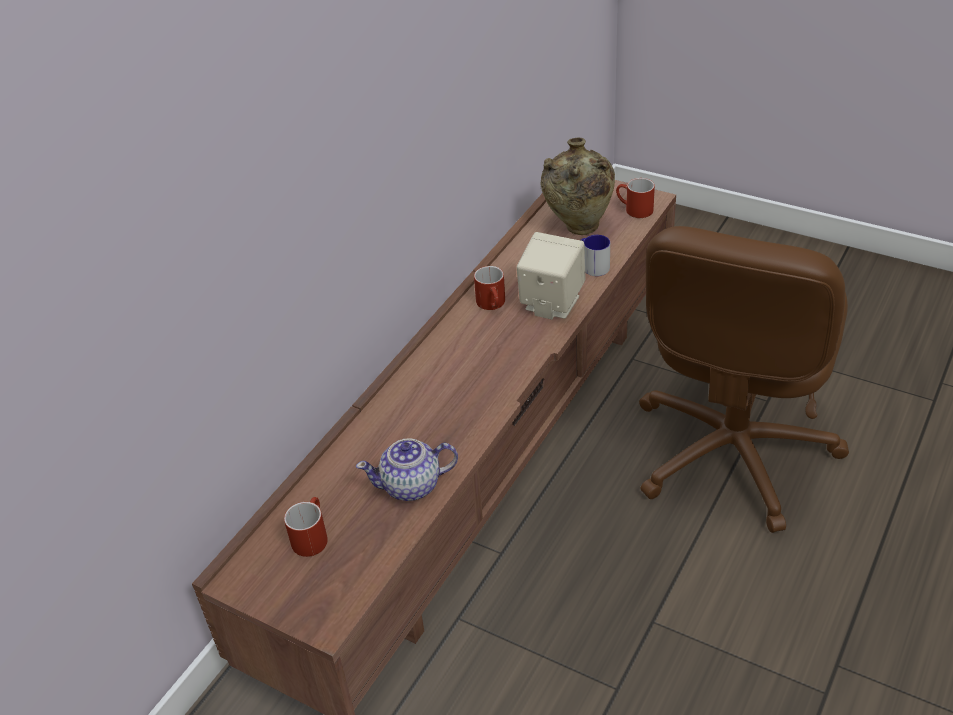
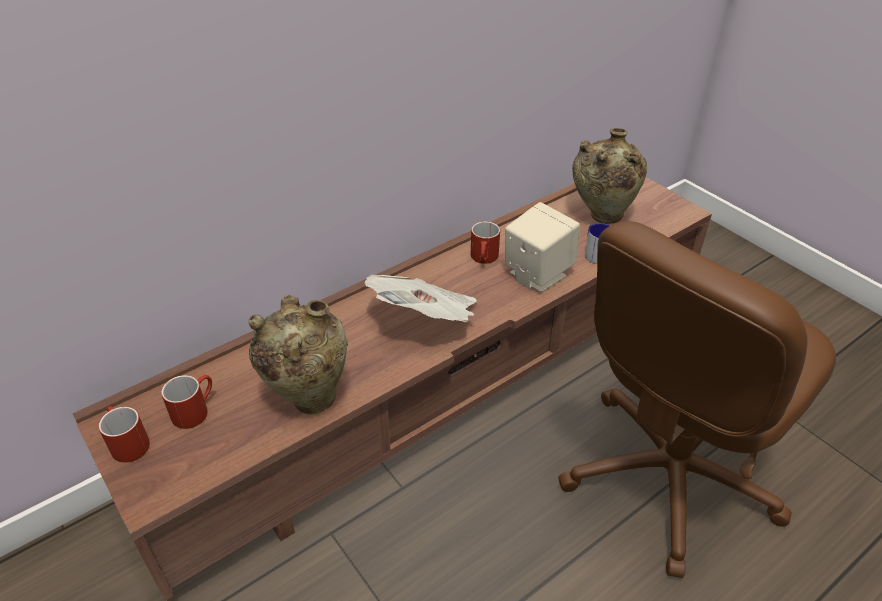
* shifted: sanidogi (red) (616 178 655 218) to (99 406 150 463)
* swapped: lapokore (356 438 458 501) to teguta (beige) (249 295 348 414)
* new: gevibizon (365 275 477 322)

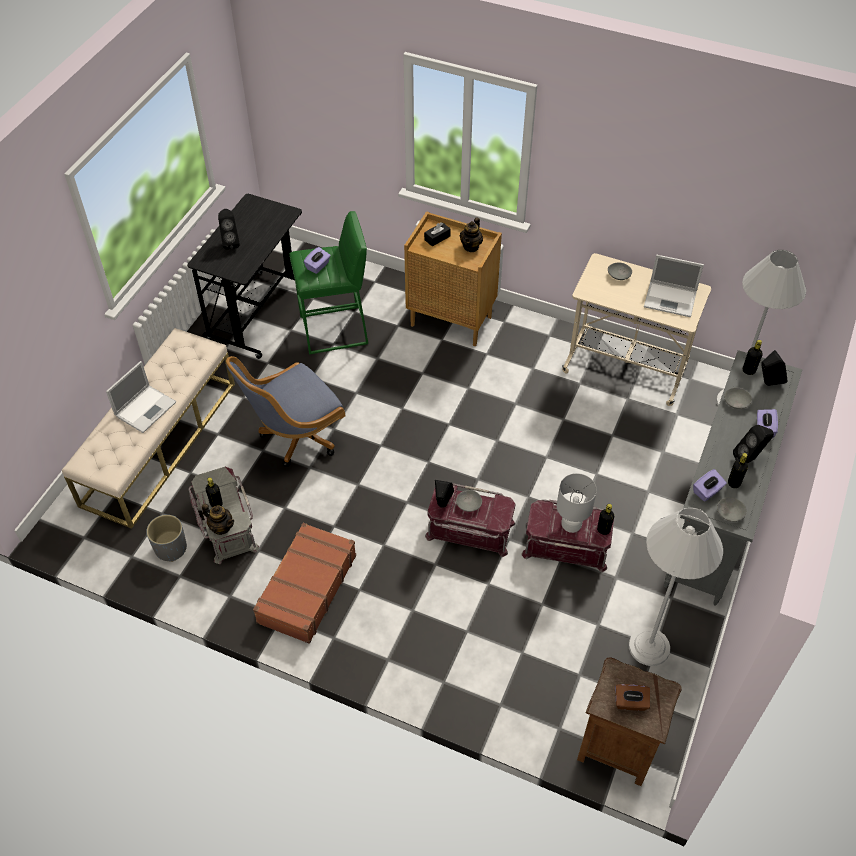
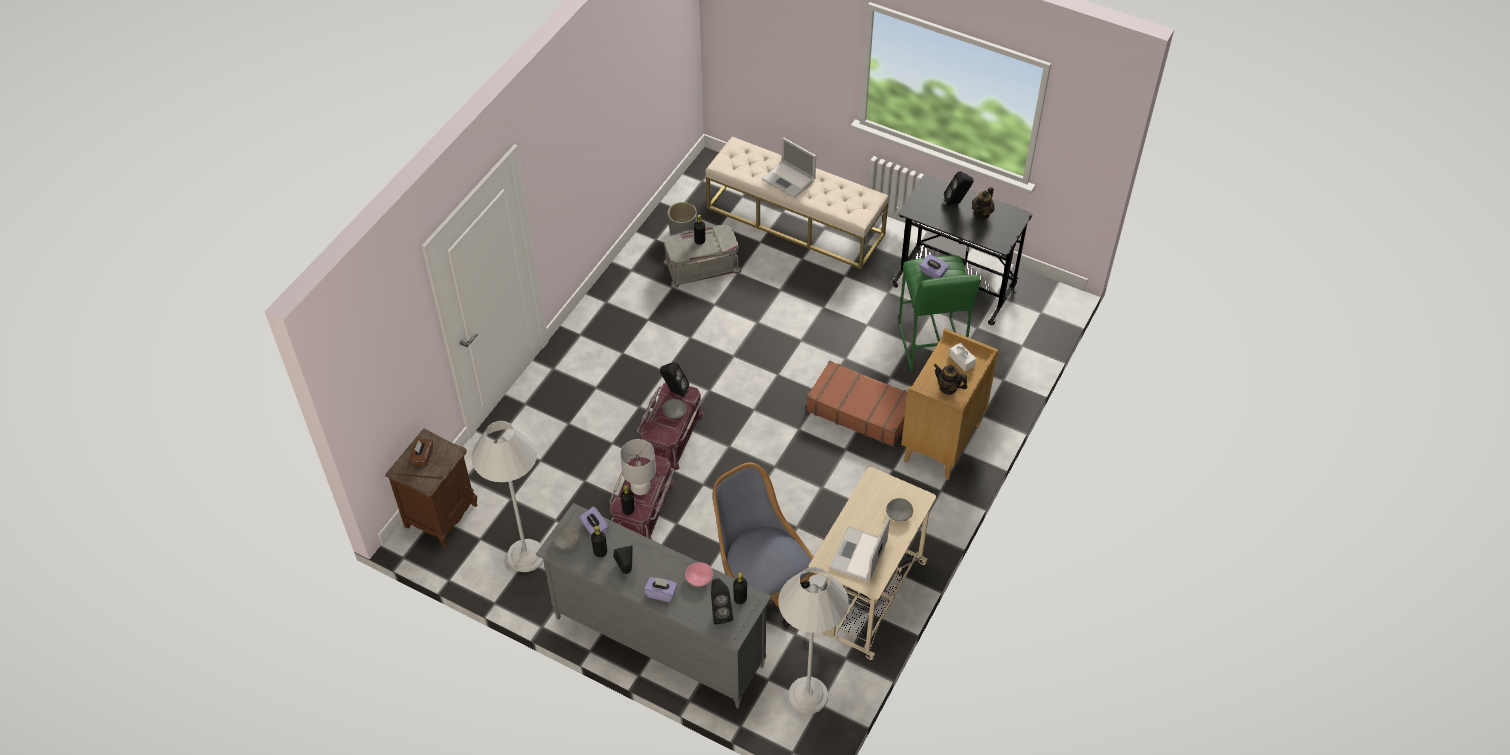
* repainted: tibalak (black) (424 222 451 247) to tibalak (white) (949 343 976 371)
* shifted: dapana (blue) (226 356 345 467) to (713 462 818 627)
* repainted: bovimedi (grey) (724 388 752 409) to bovimedi (pink) (685 562 713 586)
* shifted: lapokore (202 504 234 535) to (972 187 994 220)
* shifted: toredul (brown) (253 523 356 644) to (806 361 908 447)

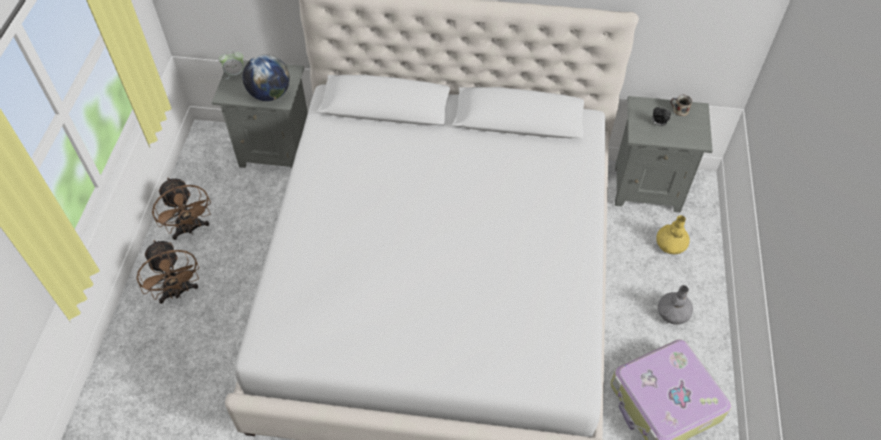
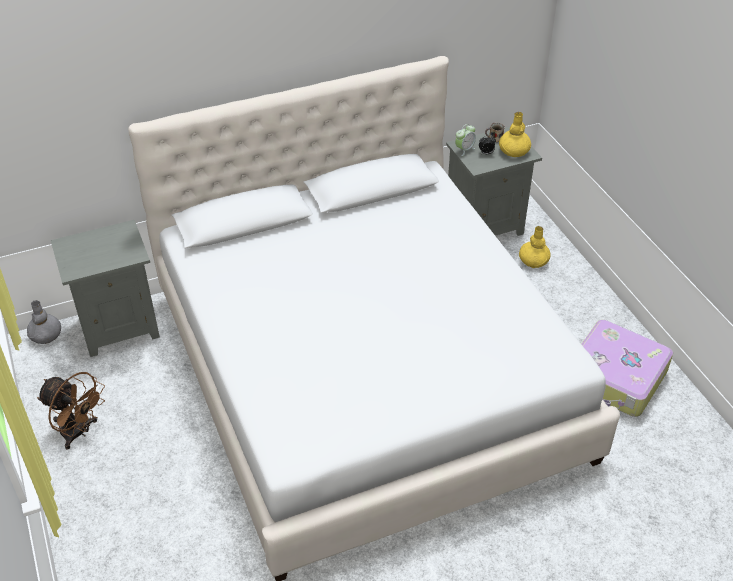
* shifted: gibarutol (219 50 244 80) to (455 124 476 156)
* gone: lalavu (243 54 290 101)
* gone: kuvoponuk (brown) (137 240 199 304)
* shifted: teguta (grey) (657 285 693 325) to (27 300 61 344)
* new: teguta (yellow) (499 112 531 158)

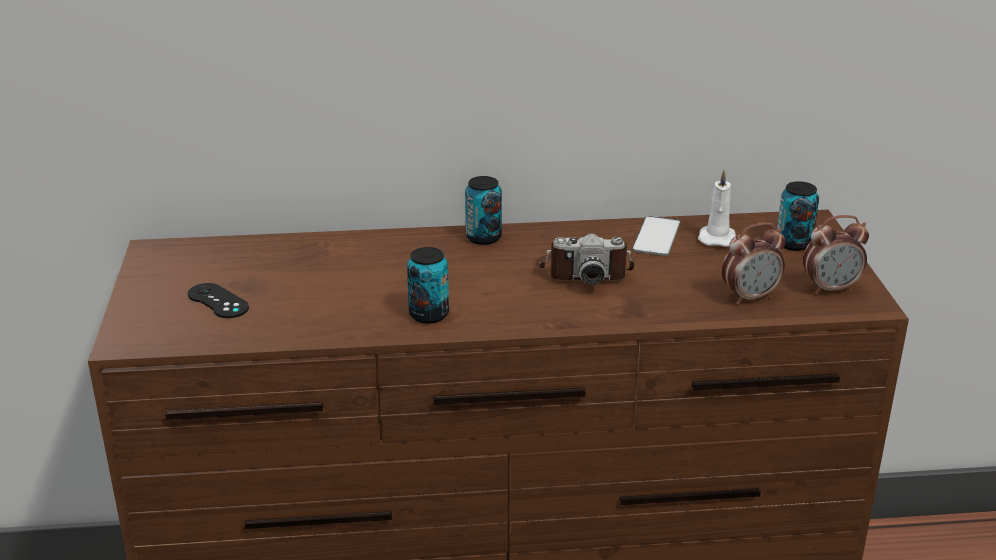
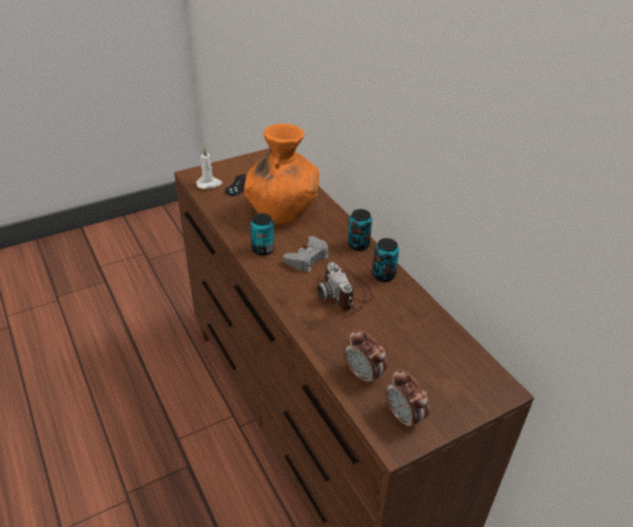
* shifted: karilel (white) (698 169 736 247) to (196 147 222 189)
* shifted: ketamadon (777 181 819 251) to (372 238 399 282)
* gone: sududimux (633 216 680 256)
* new: teguta (orange) (244 124 319 225)
* new: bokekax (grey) (284 236 329 272)

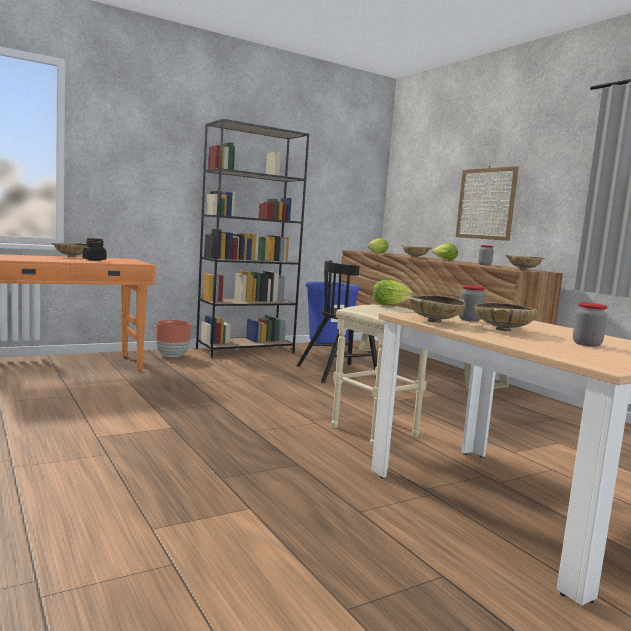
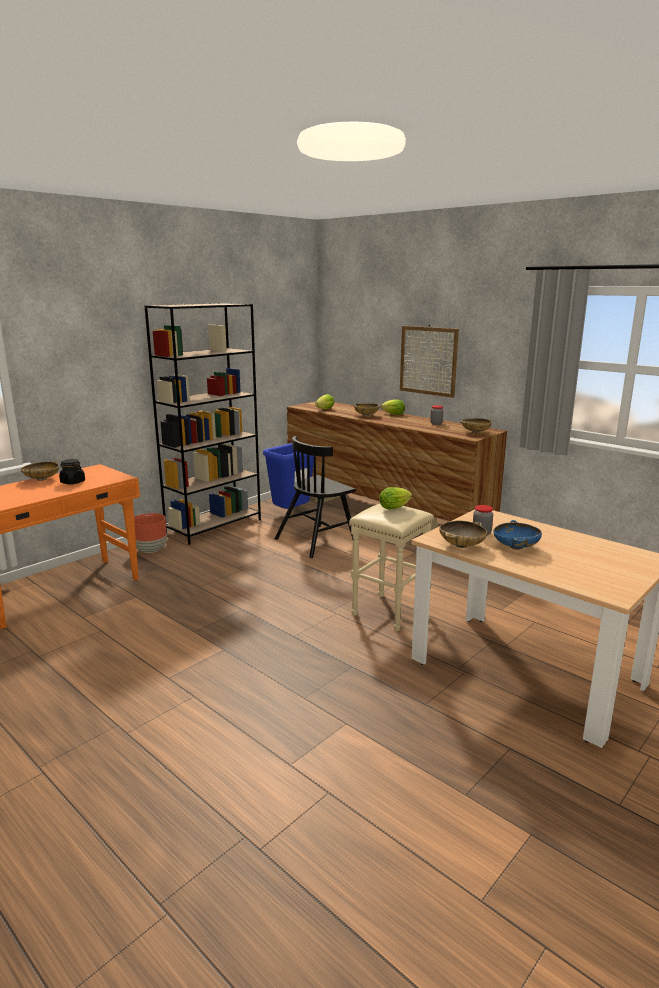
* repainted: bovimedi (beige) (475 303 538 331) to bovimedi (blue) (493 520 542 550)
* gone: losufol (573 303 607 347)

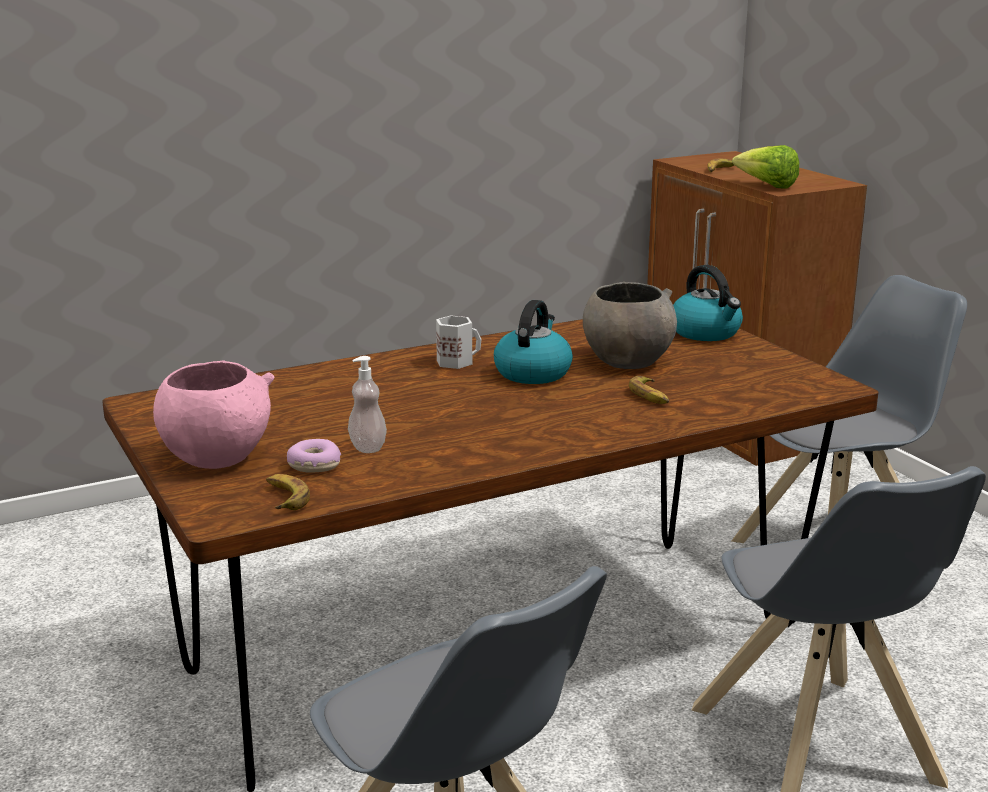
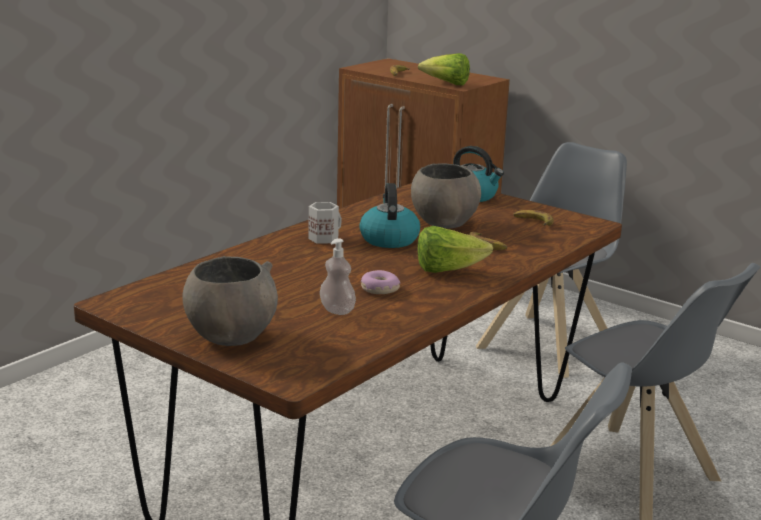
* repainted: bovimedi (pink) (153 360 275 469) to bovimedi (grey) (183 256 278 346)
* shifted: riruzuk (287 439 341 473) to (361 270 400 294)
* shifted: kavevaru (266 474 310 510) to (513 210 554 226)
* new: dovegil (417 226 493 273)

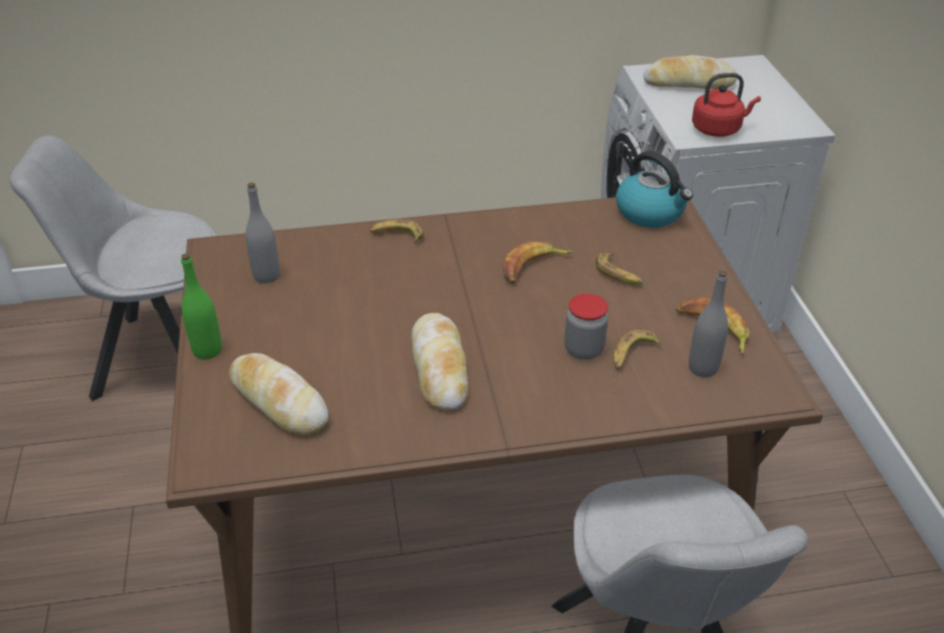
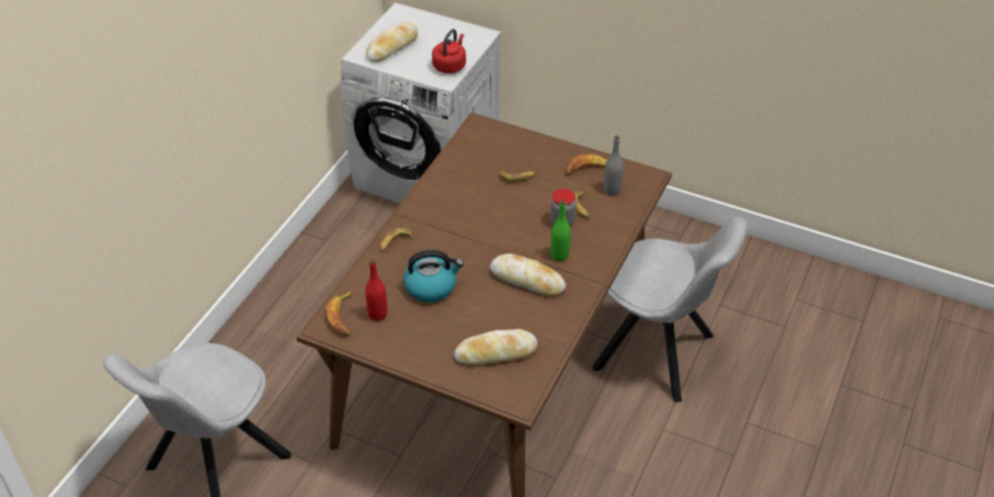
* shifted: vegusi (616 151 693 228) to (403 250 463 302)
* repainted: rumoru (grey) (245 183 280 284) to rumoru (red) (365 259 387 321)
* shifted: kavevaru (503 242 574 283) to (326 291 353 336)
* shifted: rumoru (green) (181 253 222 359) to (551 200 571 261)

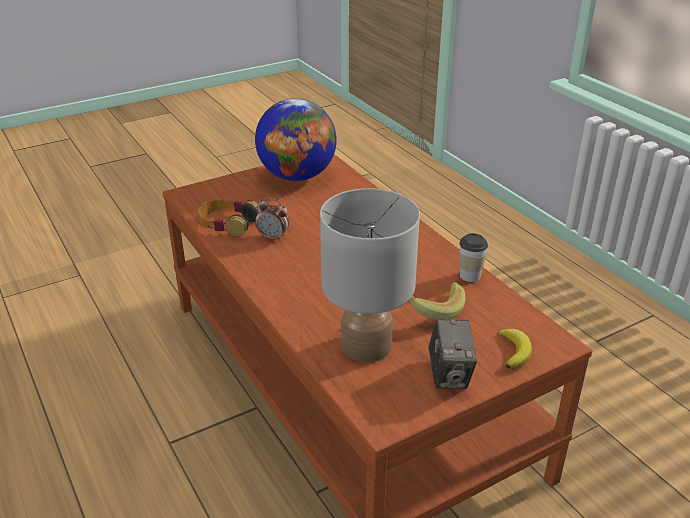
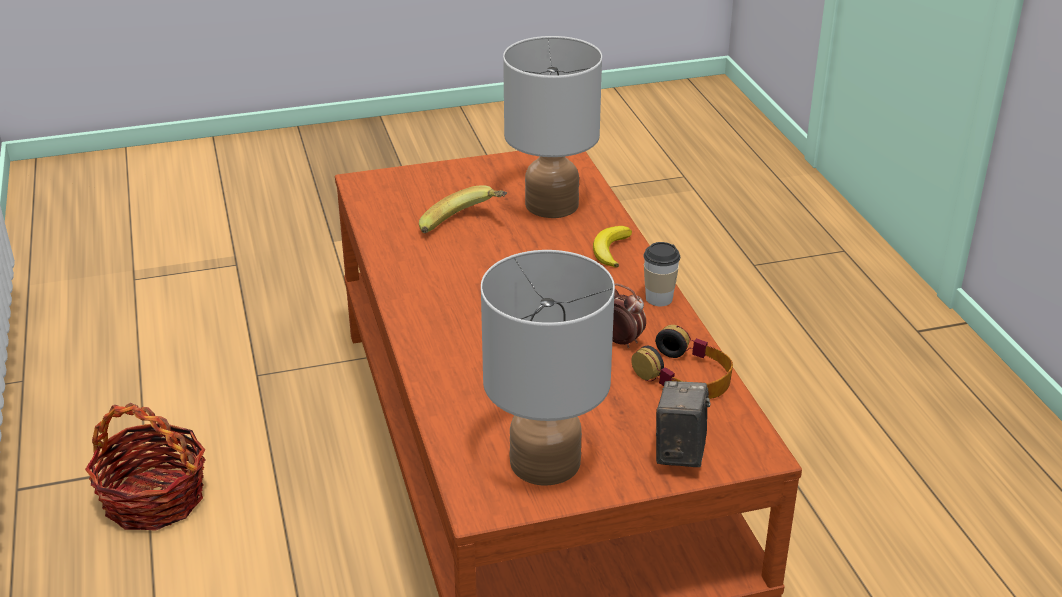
* swapped: lalavu (255 98 337 181) to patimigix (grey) (481 250 615 485)
* shifted: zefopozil (460 233 488 282) to (643 242 680 306)
* shifted: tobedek (428 319 477 389) to (656 381 710 467)
* shifted: kavevaru (497 329 532 370) to (593 226 632 268)
* new: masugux (85 403 206 531)

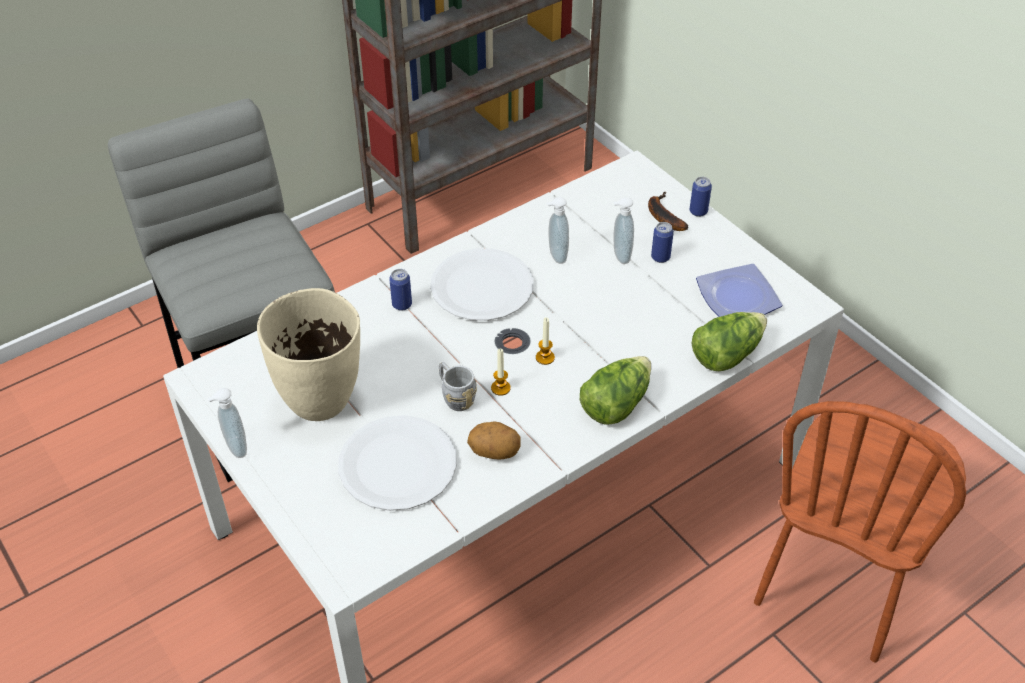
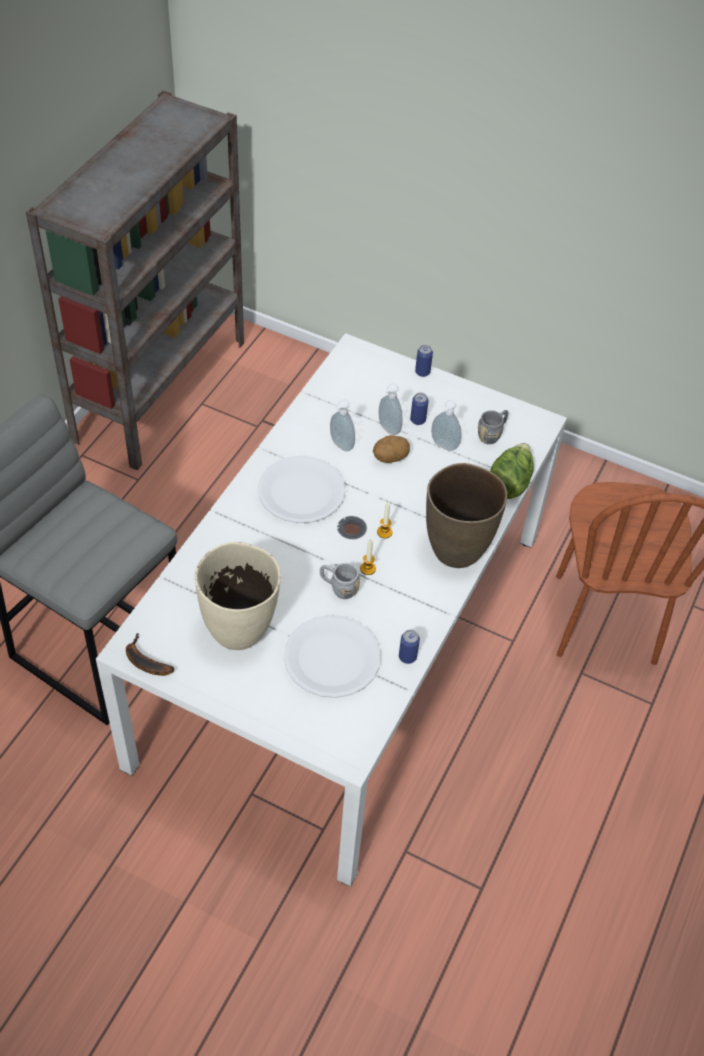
* shifted: kavevaru (648 191 688 231) to (126 633 174 676)
* swapped: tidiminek (696 264 782 317) to sanidogi (grey) (478 410 508 444)
* shifted: ketamadon (389 269 412 311) to (399 630 420 664)
* swapped: dovegil (580 356 651 425) to teguta (brown) (426 463 507 568)
* shifted: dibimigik (207 388 247 458) to (431 400 462 451)
* shifted: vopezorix (467 421 521 460) to (373 435 410 463)

